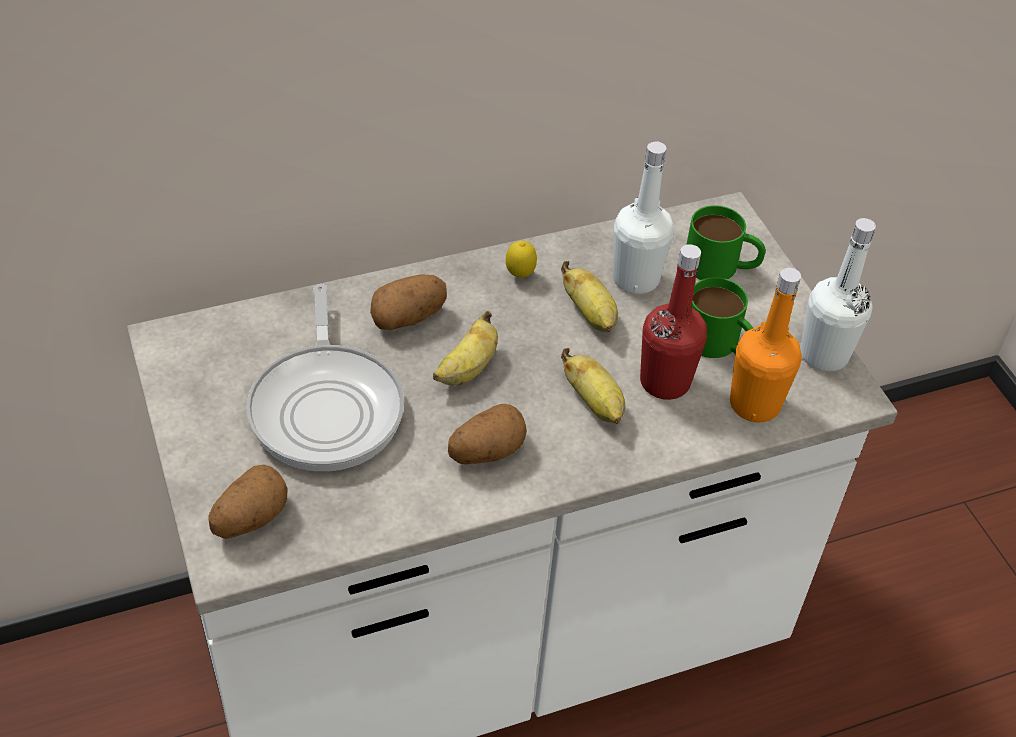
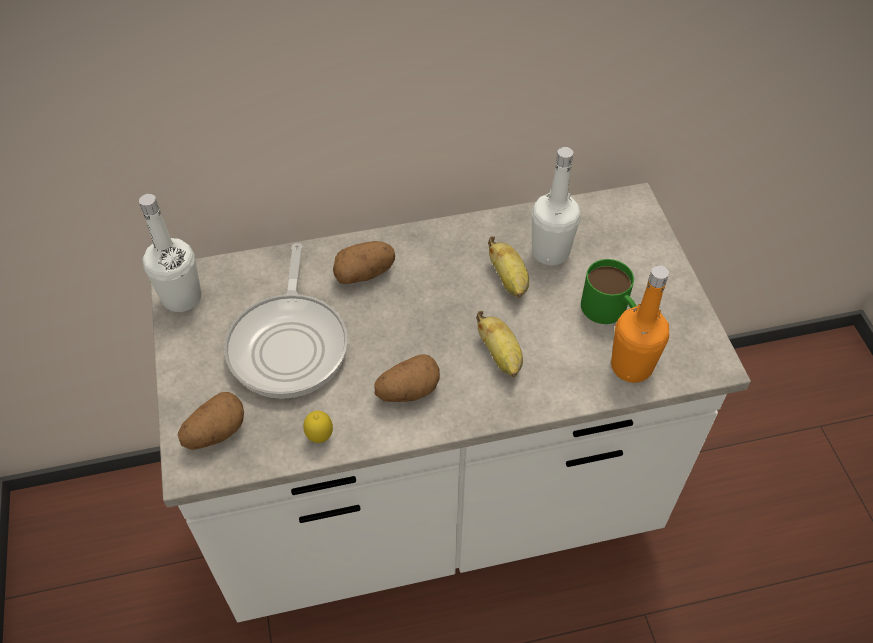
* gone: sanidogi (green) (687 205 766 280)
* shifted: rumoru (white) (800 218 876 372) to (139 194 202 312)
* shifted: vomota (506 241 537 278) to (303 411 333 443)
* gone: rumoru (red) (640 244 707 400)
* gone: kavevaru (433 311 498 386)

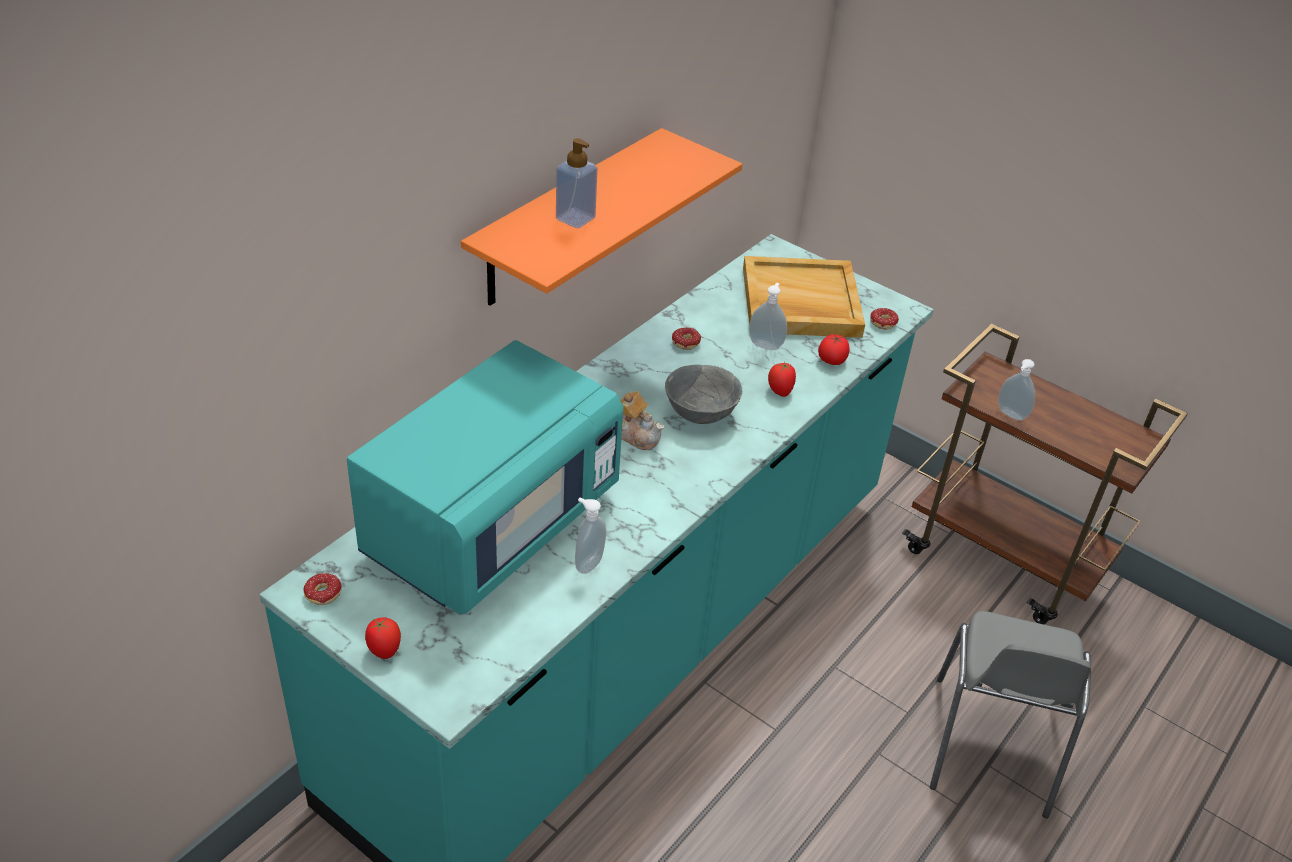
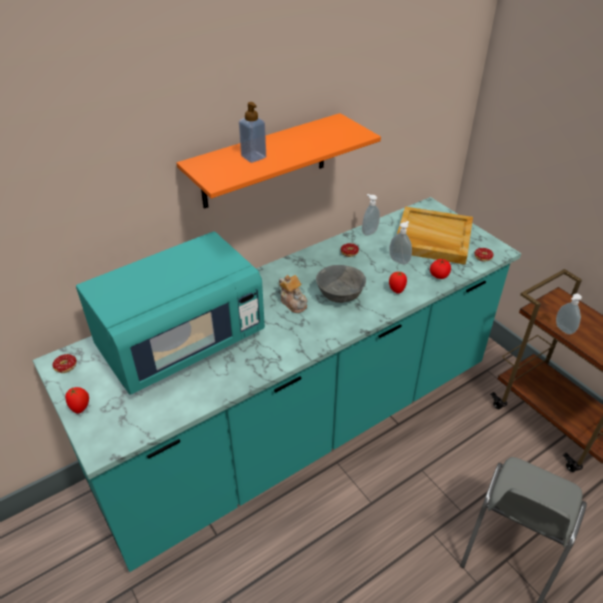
* shifted: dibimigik (575 497 606 574) to (362 194 380 236)

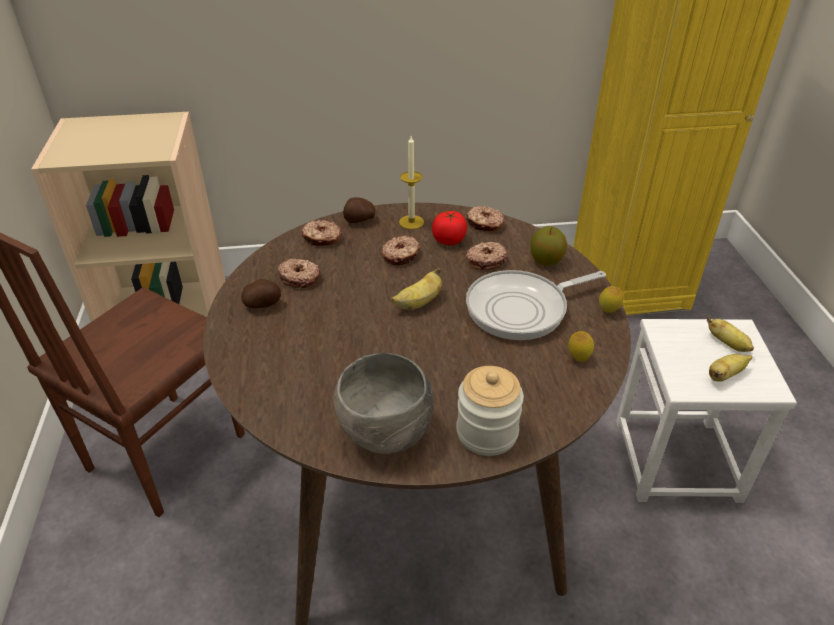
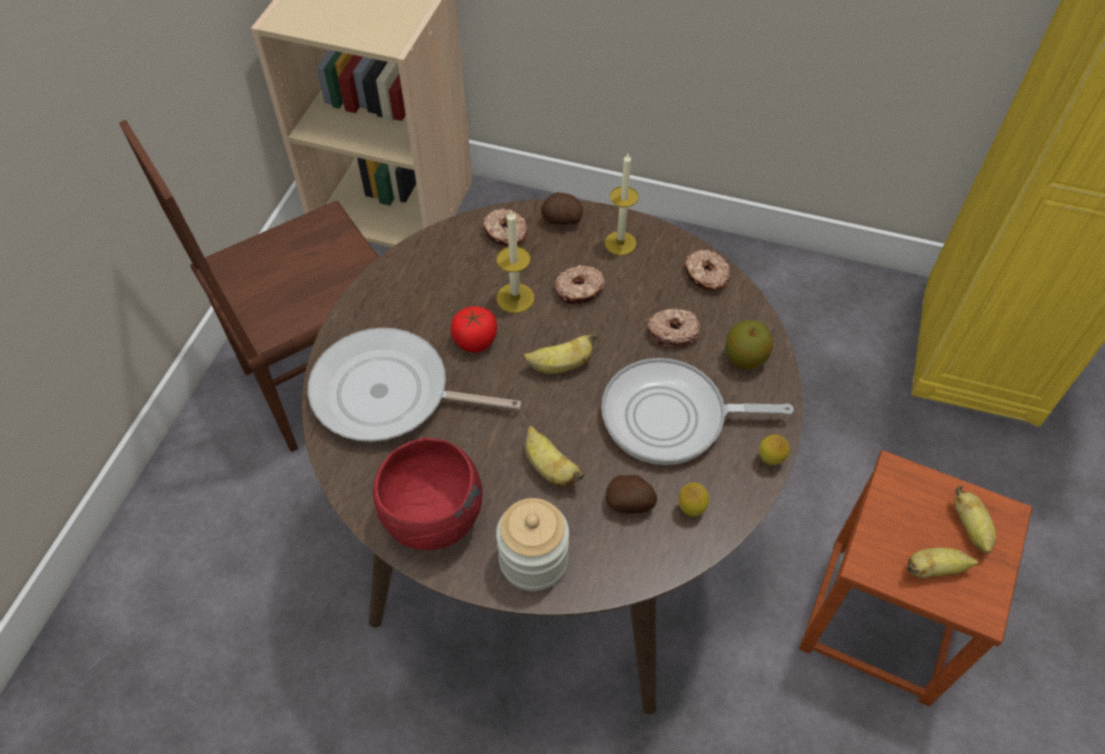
* shifted: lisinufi (432 211 467 245) to (451 306 497 352)
* gone: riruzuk (278 259 321 288)
* shifted: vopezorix (241 279 281 308) to (606 475 657 514)
* repainted: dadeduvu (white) (616 319 797 503) to dadeduvu (brown) (799 450 1032 706)
* repainted: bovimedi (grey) (333 353 434 454) to bovimedi (red) (373 438 482 550)
* new: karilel (496 210 534 313)
* new: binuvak (308 328 521 441)
* new: kavevaru (525 426 584 487)

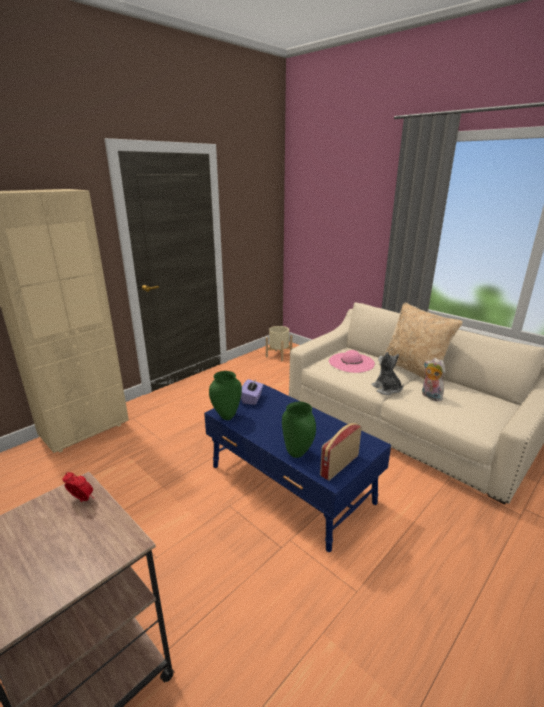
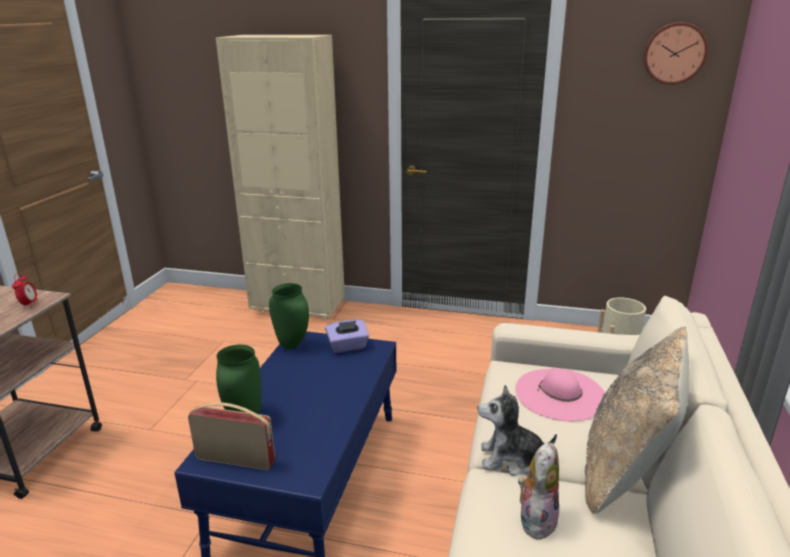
* rotated: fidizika (371 352 404 395) = (477 385 557 476) 120 degrees counterclockwise
* new: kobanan (643 22 708 85)

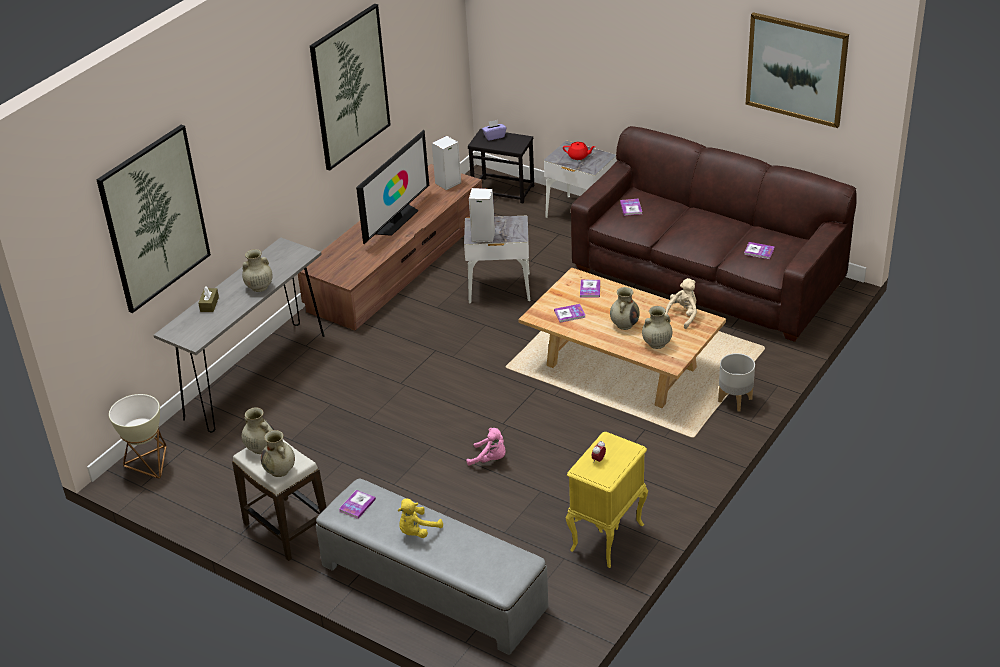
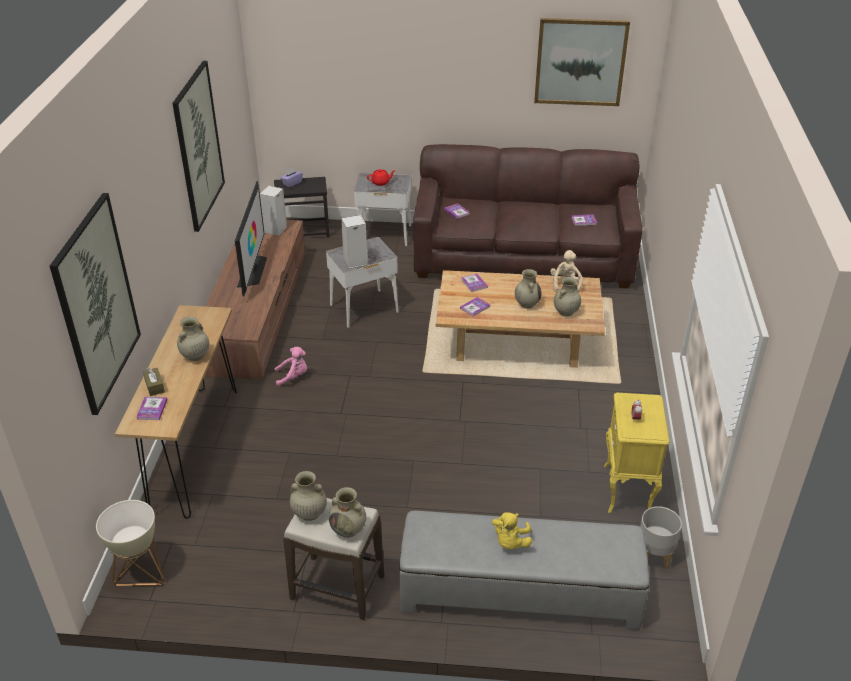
* repainted: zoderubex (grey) (154 237 325 433) to zoderubex (brown) (115 305 237 519)
* shifted: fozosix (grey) (718 353 755 412) to (640 506 682 570)
* shifted: fidizika (pink) (466 428 506 466) to (275 347 307 386)
* shifted: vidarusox (339 490 376 519) to (136 397 167 420)

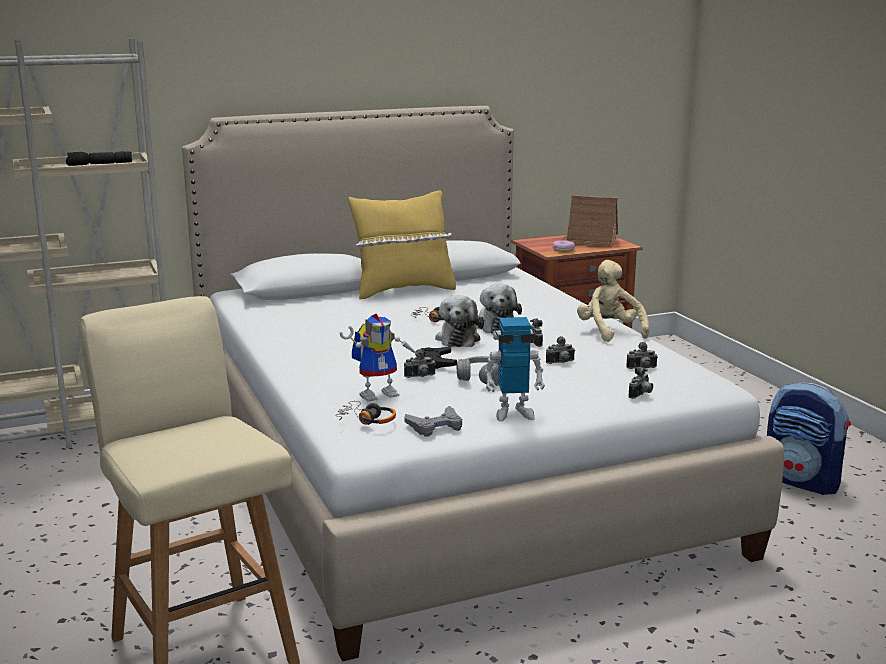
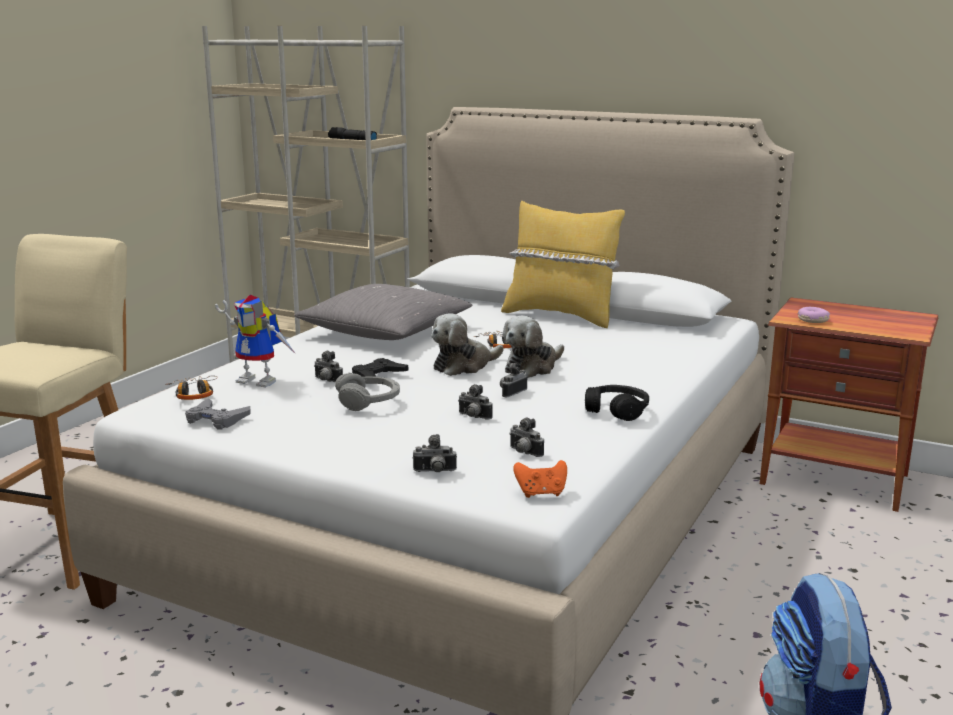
* gone: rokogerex (562 195 618 247)
* swapped: fidizika (beige) (577 260 649 342) to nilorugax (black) (585 385 649 421)
* gone: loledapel (484 317 545 421)
* new: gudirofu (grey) (294 284 473 340)
* new: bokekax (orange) (513 460 567 498)

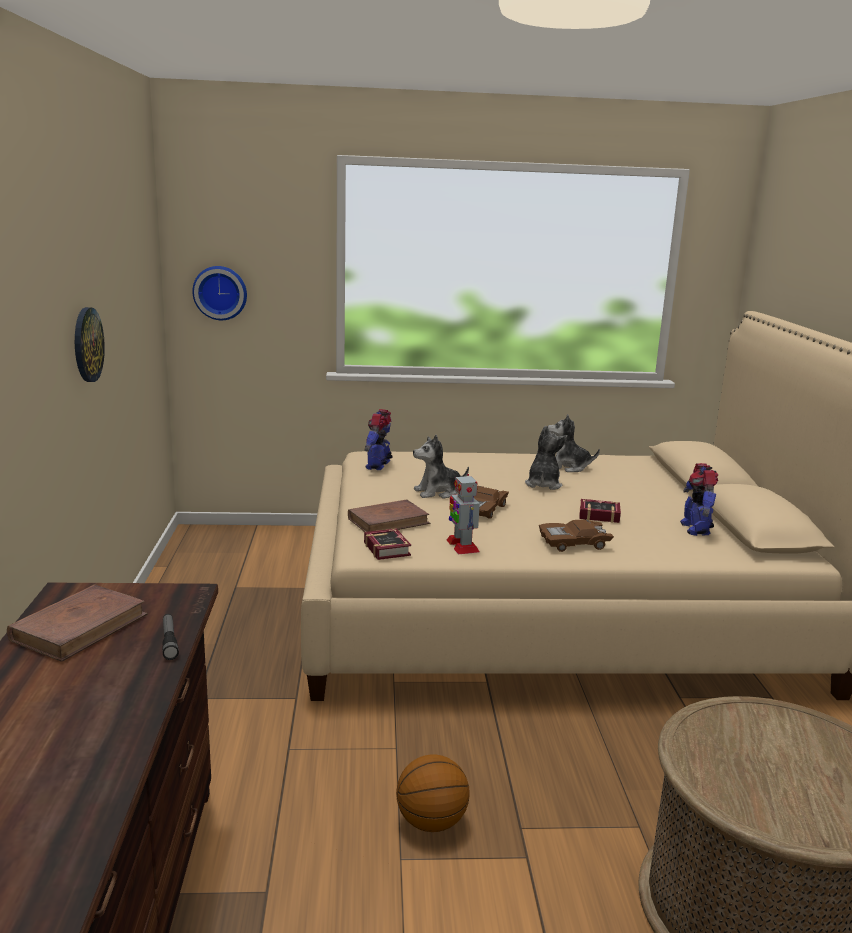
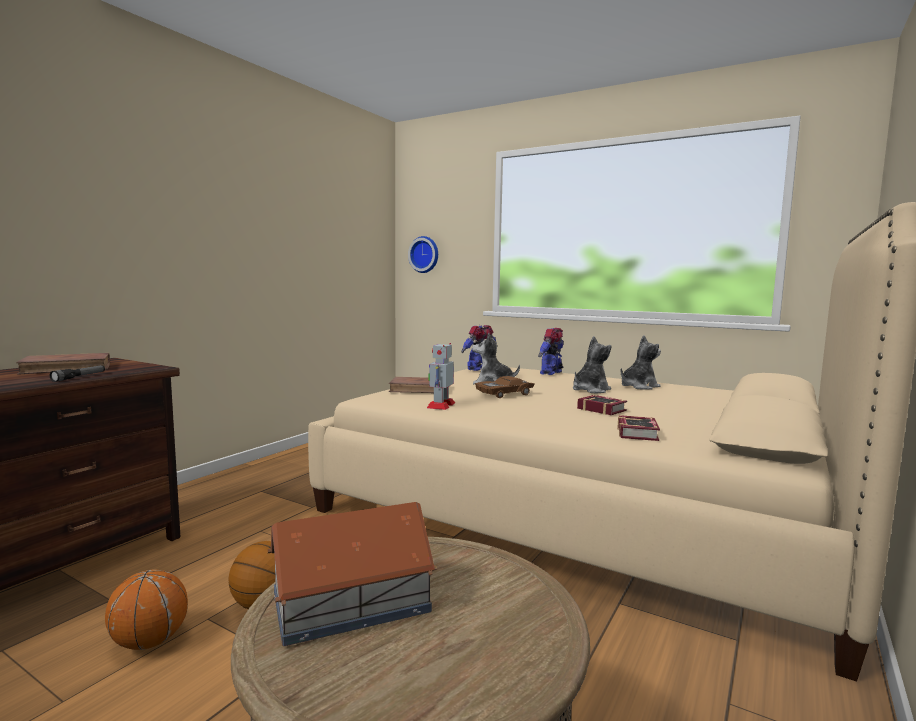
* gone: kobanan (75 307 105 382)
* rotated: fidizika (548 414 600 472) = (621 335 661 390) 105 degrees clockwise
* shifted: loledapel (680 463 718 536) to (538 328 563 375)
* gone: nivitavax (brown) (539 520 614 552)
* shifted: vidarusox (364 528 411 560) to (617 415 660 441)
* new: rokogerex (268 502 437 646)
* new: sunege (105 570 188 650)

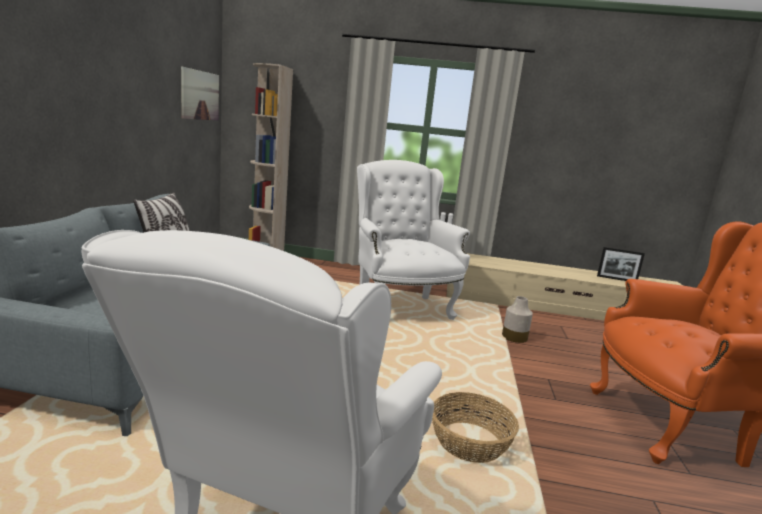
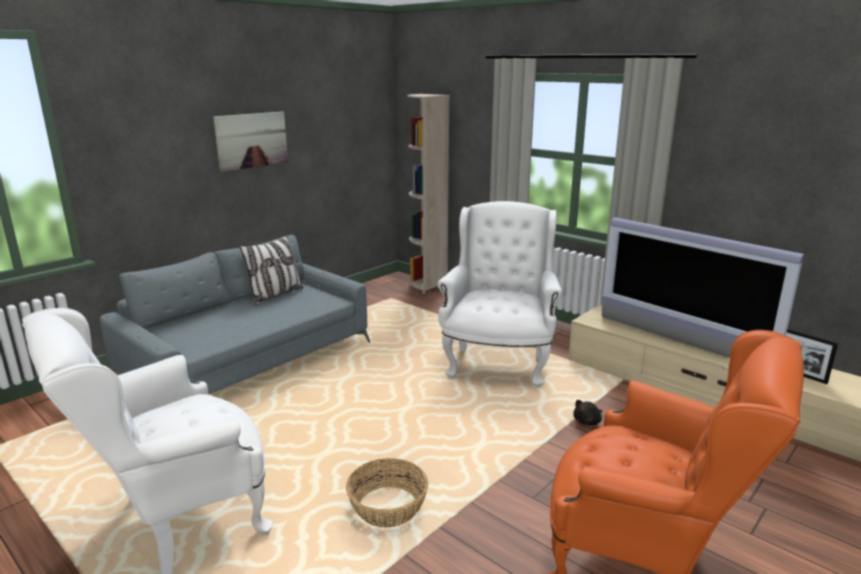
* shifted: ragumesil (181 67 219 120) to (213 112 288 172)
* swapped: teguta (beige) (502 296 533 343) to fidizika (black) (573 400 602 425)
* new: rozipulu (601 217 804 358)

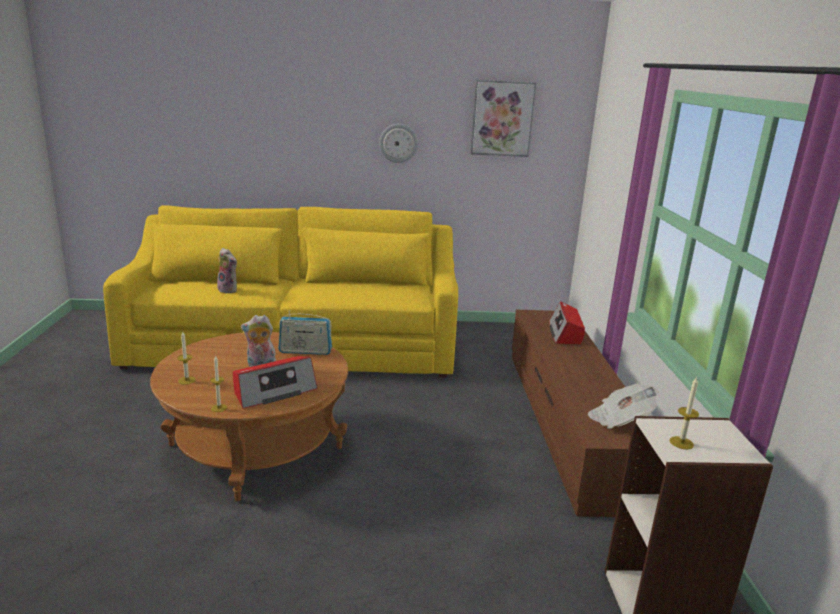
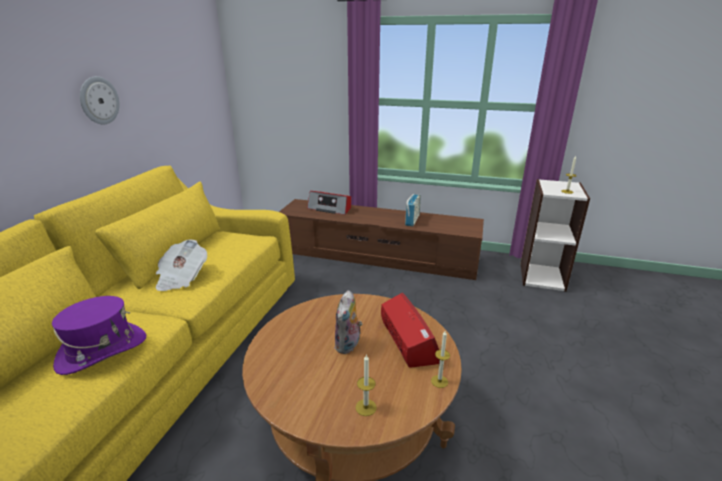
* gone: ragumesil (471 80 536 157)
* swapped: fidizika (217 248 237 294) to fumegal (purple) (52 296 146 375)
* shifted: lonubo (279 310 332 355) to (405 194 421 227)
* shifted: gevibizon (588 383 659 429) to (156 239 207 291)

